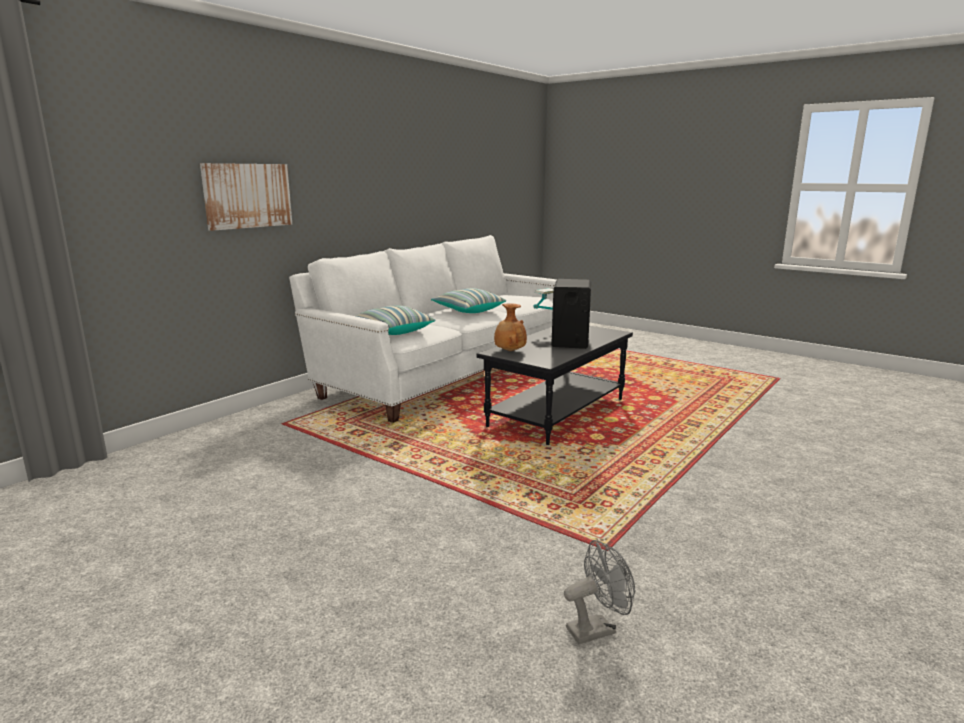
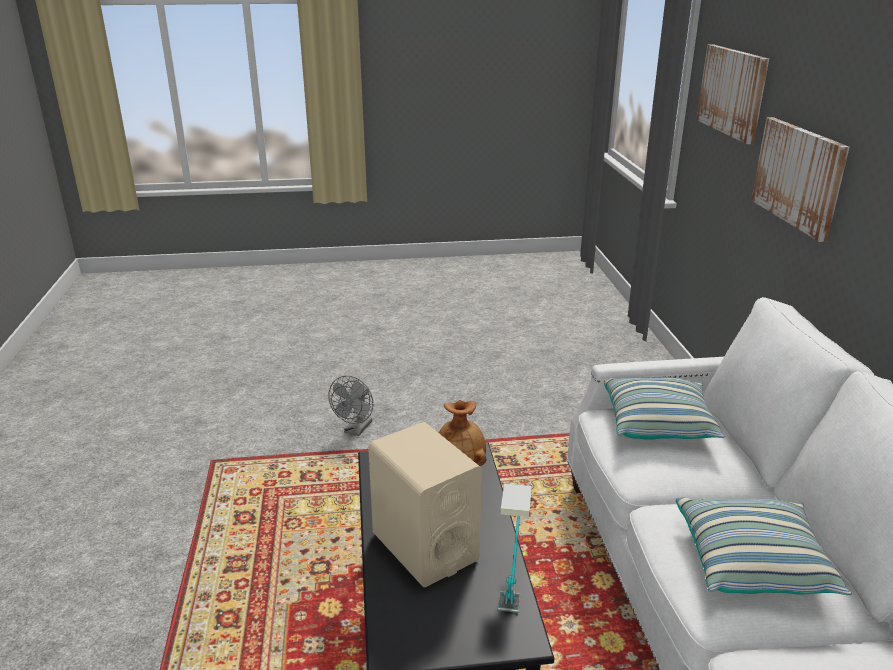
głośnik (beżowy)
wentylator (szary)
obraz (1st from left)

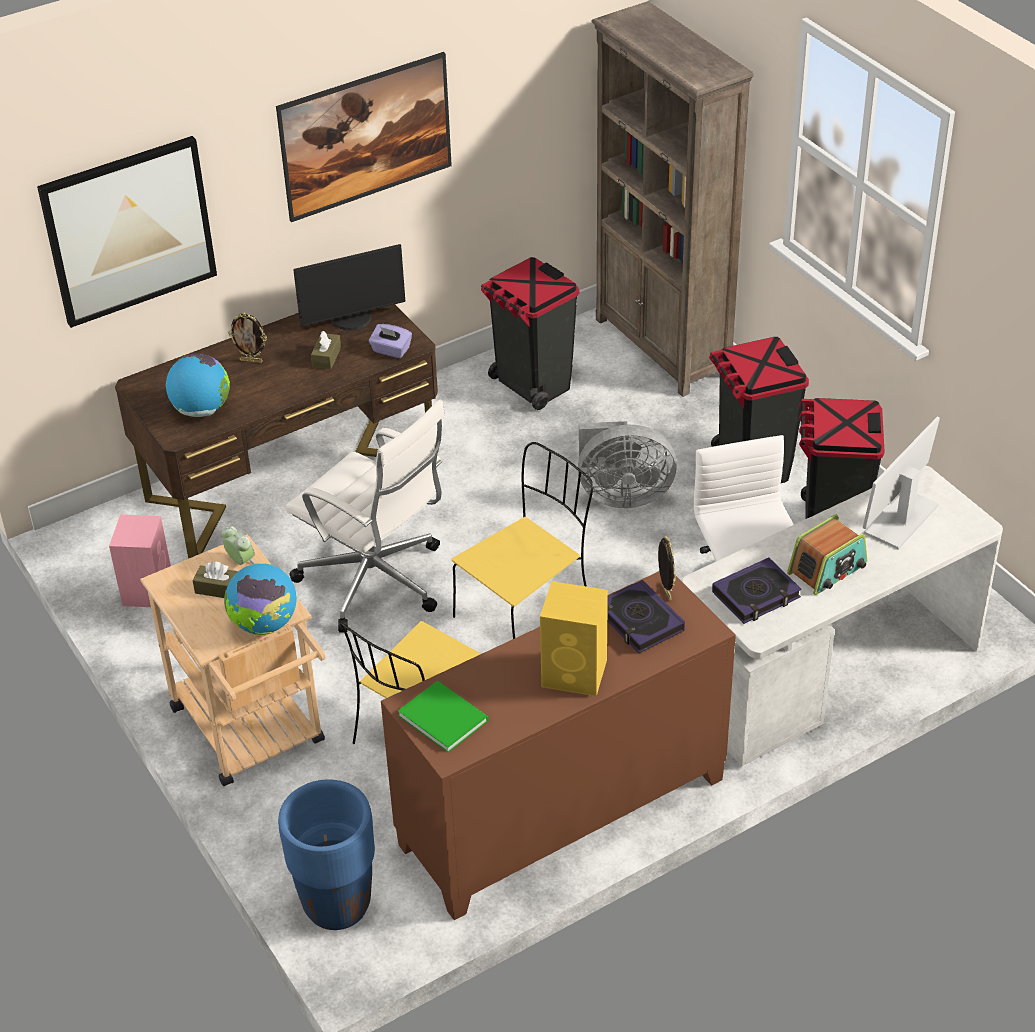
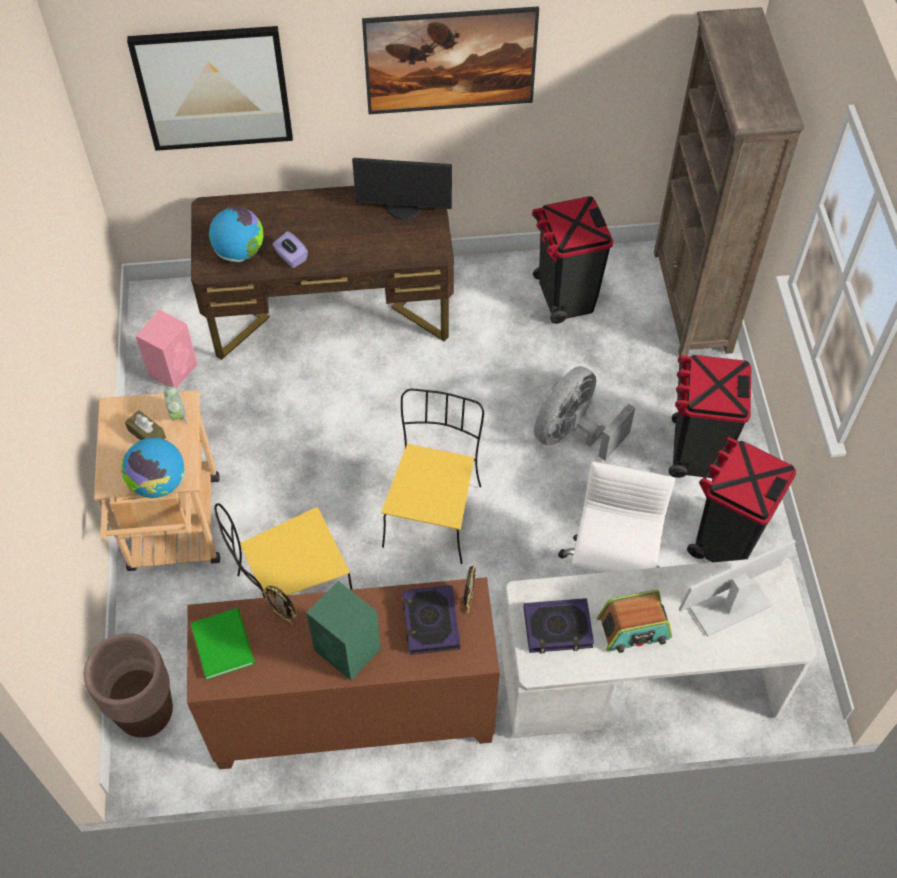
ramka na zdjęcie (1st from left)
pudełko chusteczek (fioletowy)
pudełko chusteczek (brązowy) (2nd from left in the first image)
krzesło biurowe (biały) (1st from left in the first image)
wentylator (szary)
krzesło (żółty) (2nd from left)
głośnik (zielony)
donica (brązowy)

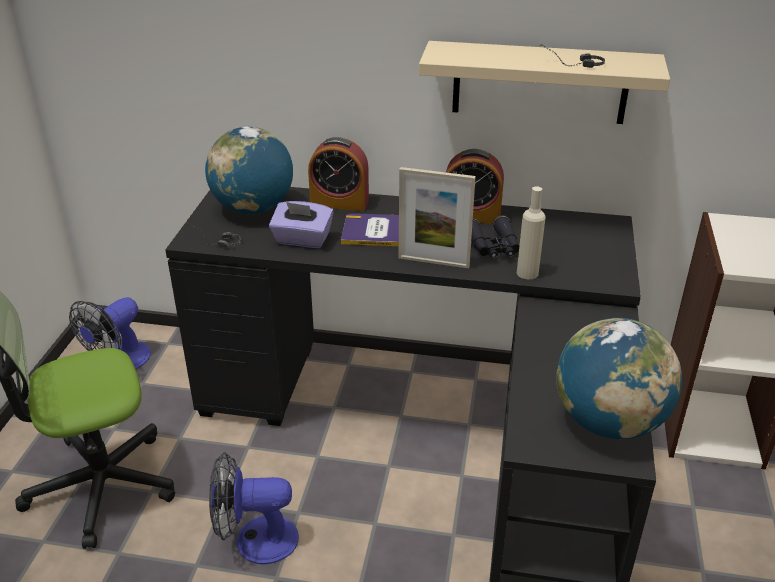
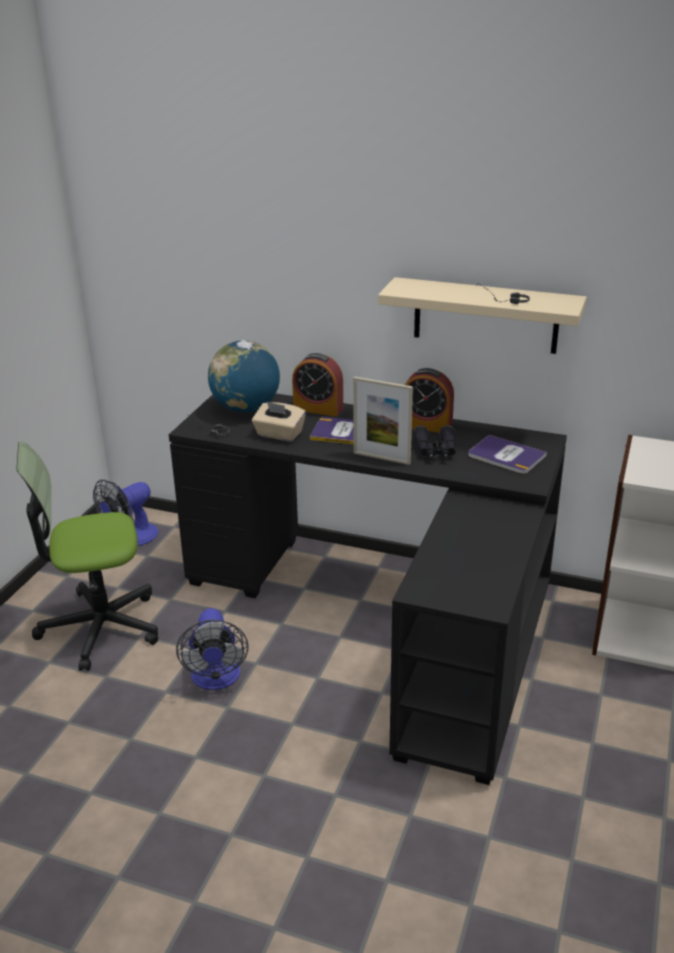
butelka (beżowy)
pudełko chusteczek (beżowy)
globus (2nd from left in the first image)
wentylator (2nd from left)
książka (2nd from left)

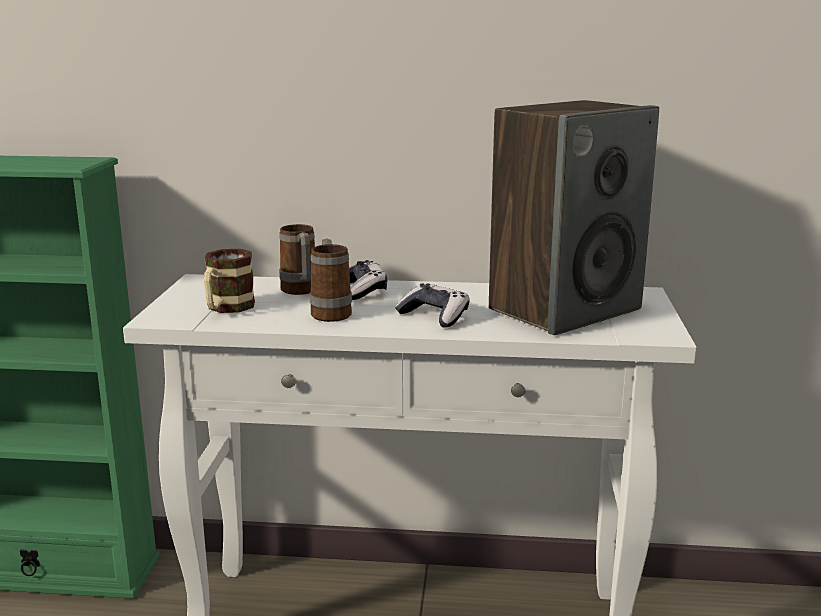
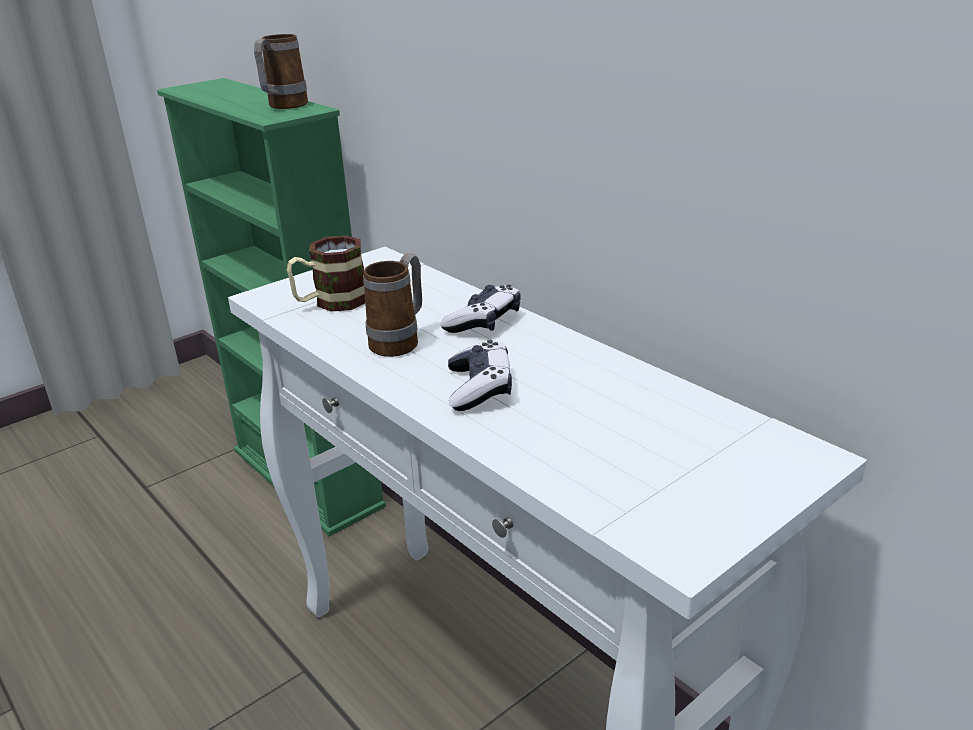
głośnik
kubek (1st from left)

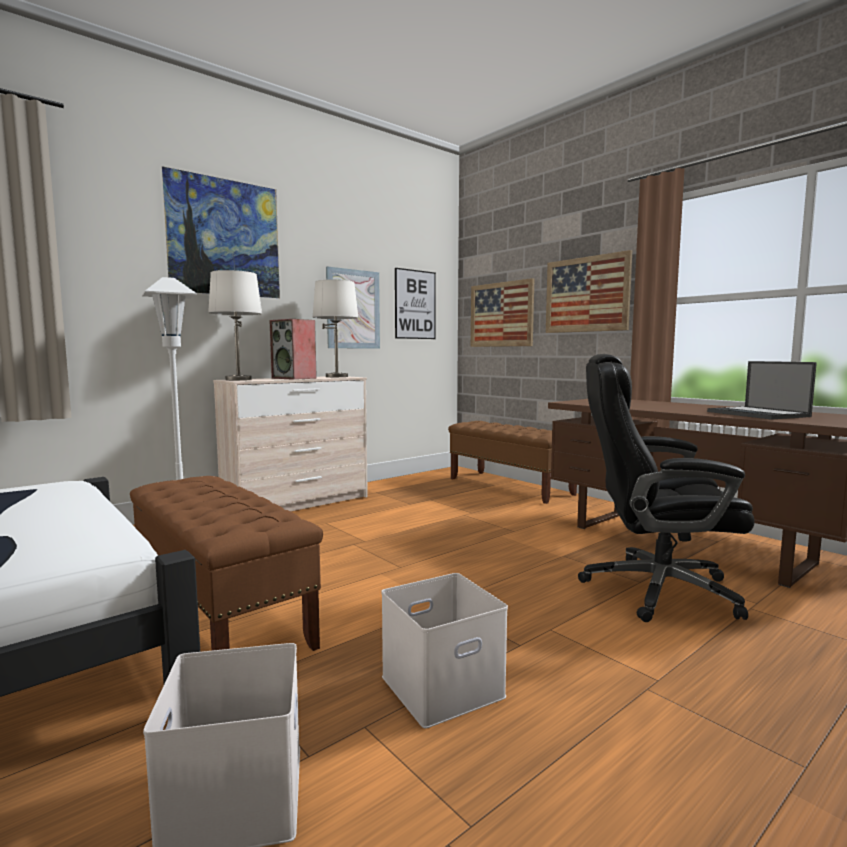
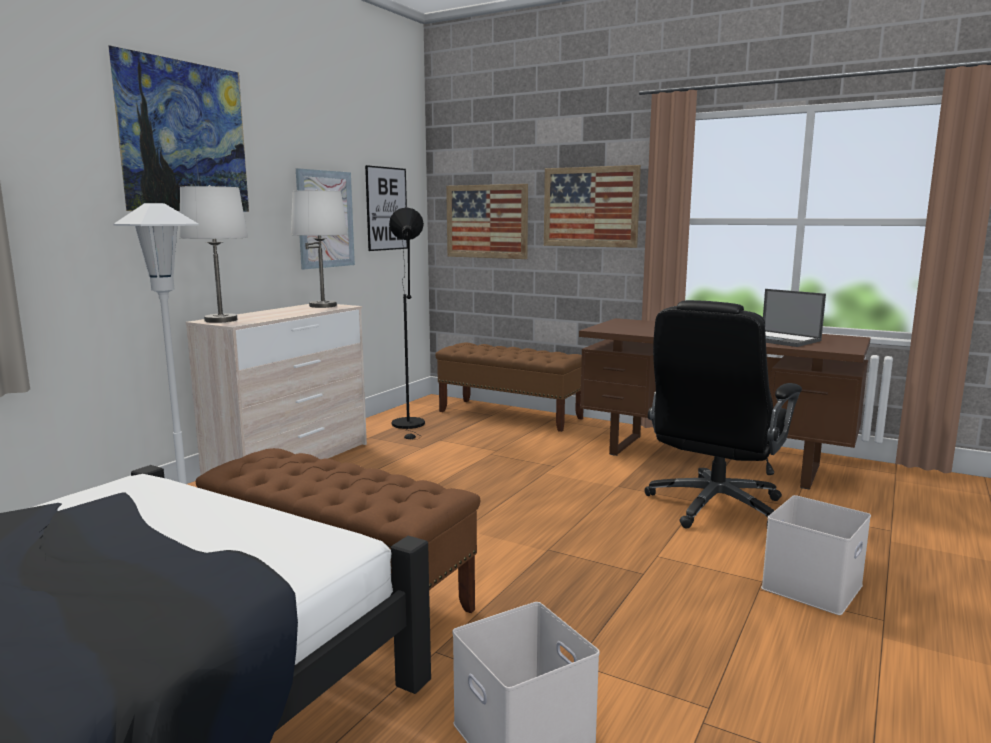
głośnik
krzesło biurowe (czarny)
pojemnik do przechowywania (biały) (2nd from left)
lampa stojąca (czarny)

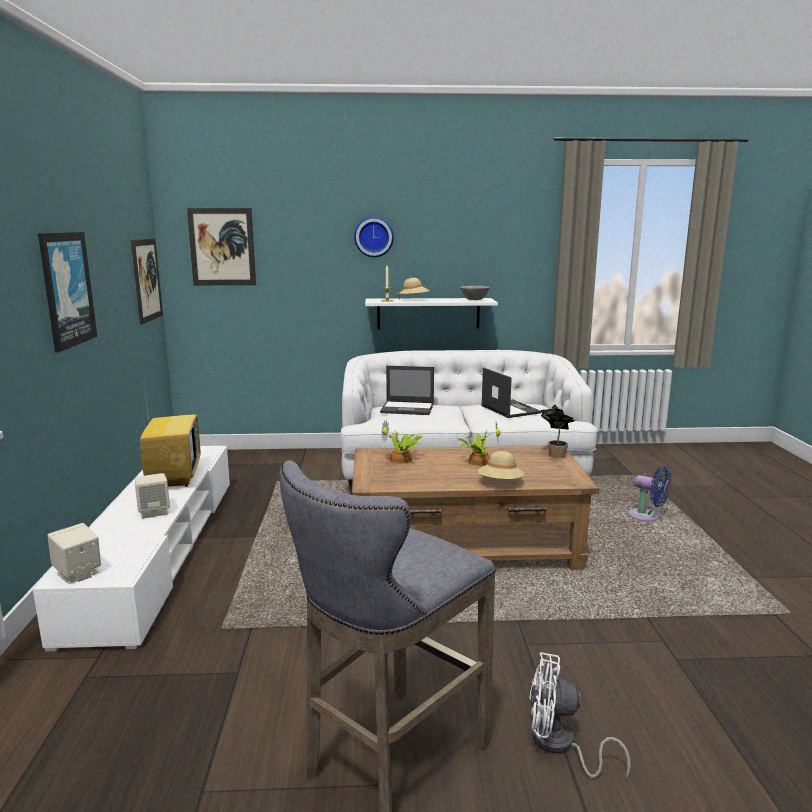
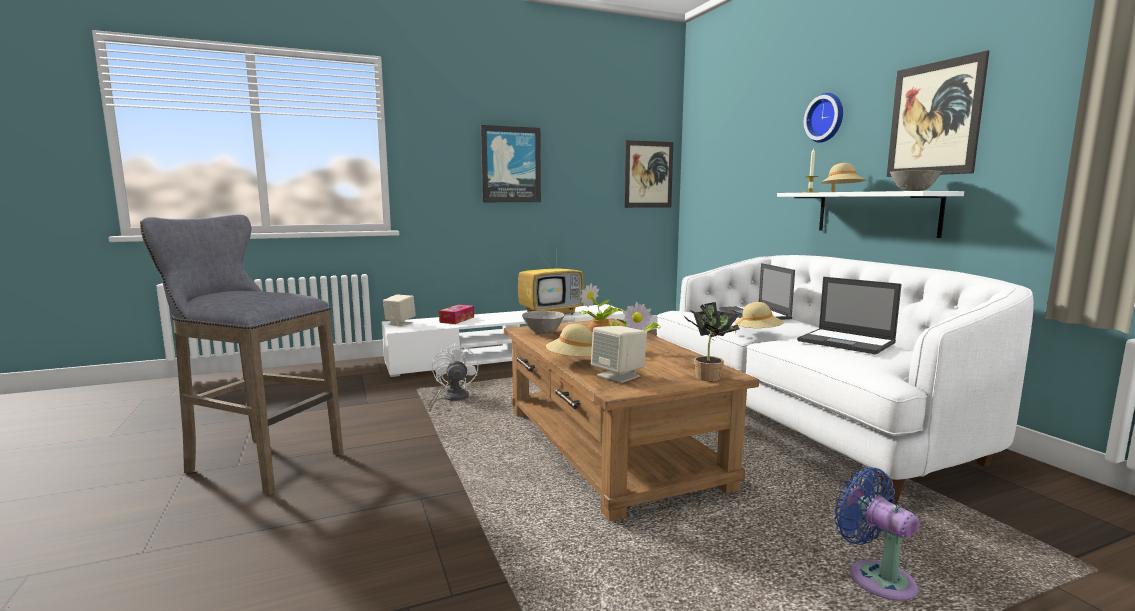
obraz (3rd from left)
laptop (2nd from left)
wentylator (niebieski)
głośnik (beżowy) (2nd from left)
wentylator (biały)
kapelusz (beżowy) (2nd from left)
pudełko chusteczek
miska (szary) (1st from left)

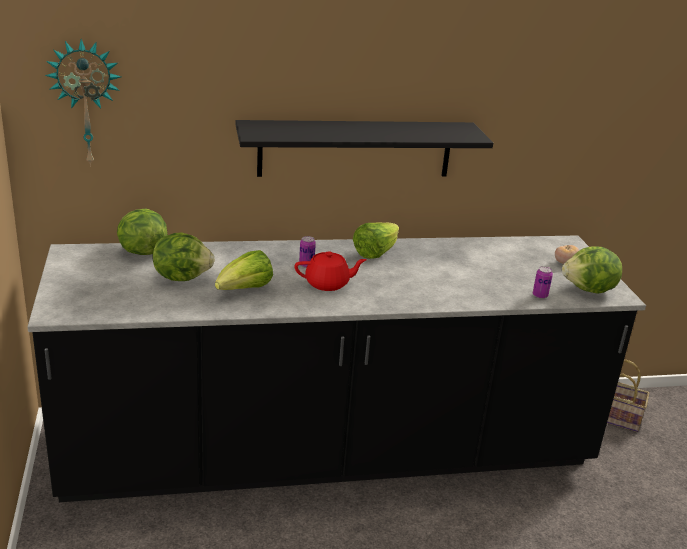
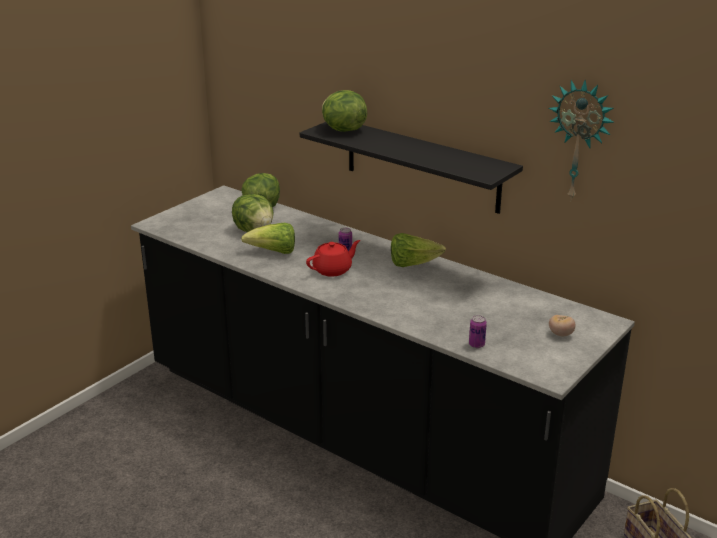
zegar ścienny
sałata (4th from left)
imbryk (czerwony)

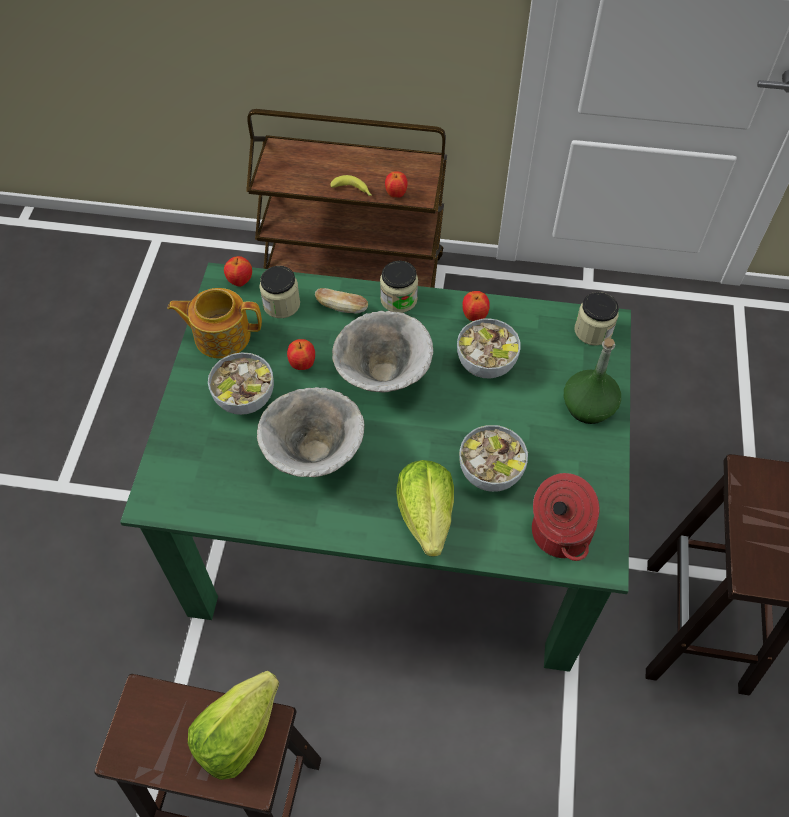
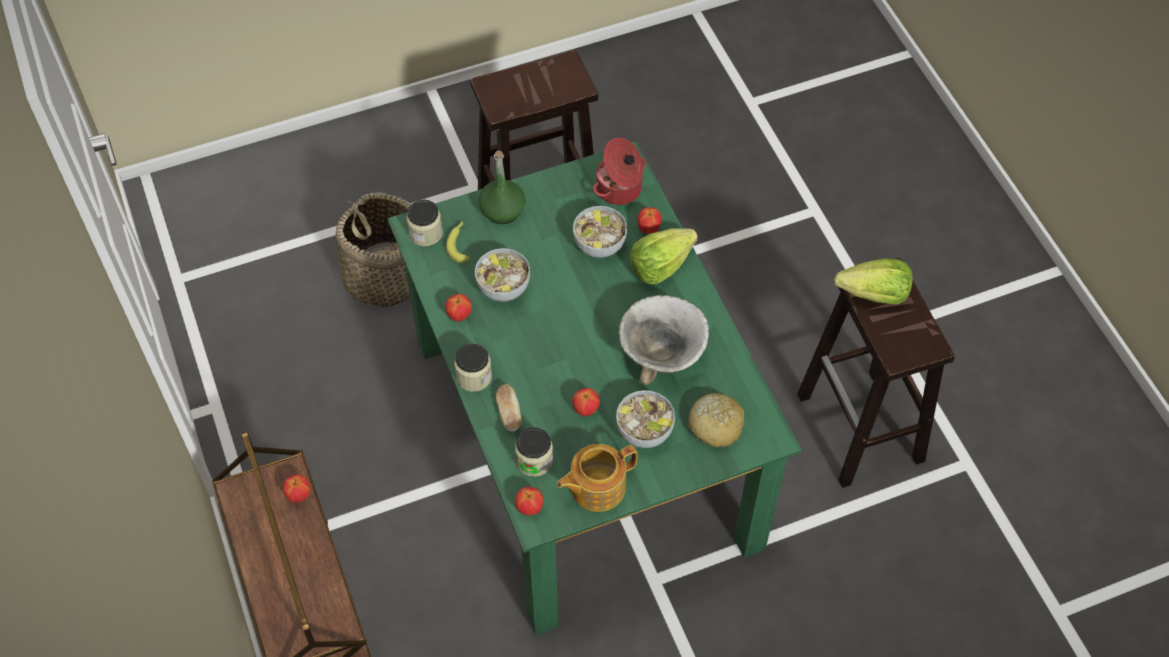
banan
imbryk
miska (3rd from left in the first image)
koszyk
jabłko (5th from left)
chleb (2nd from left)

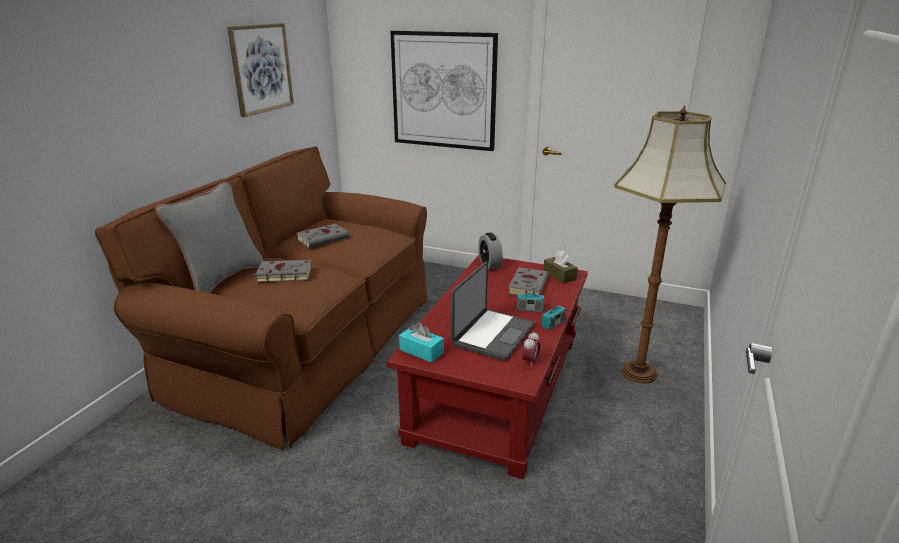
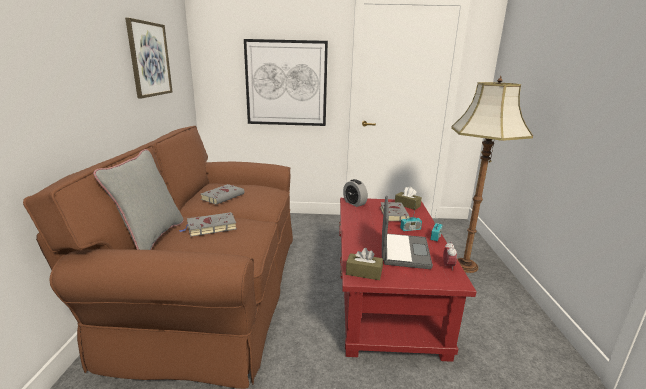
pudełko chusteczek (brązowy) (1st from left)

